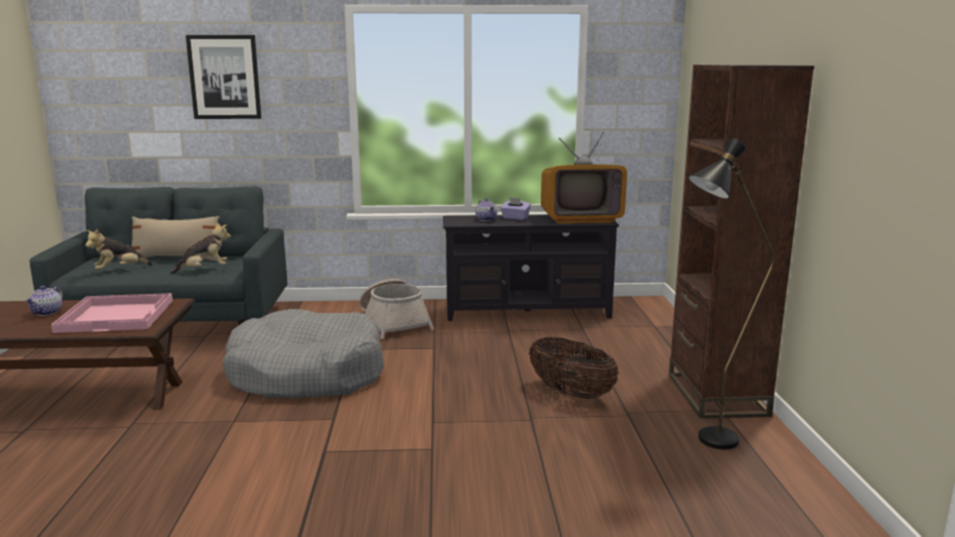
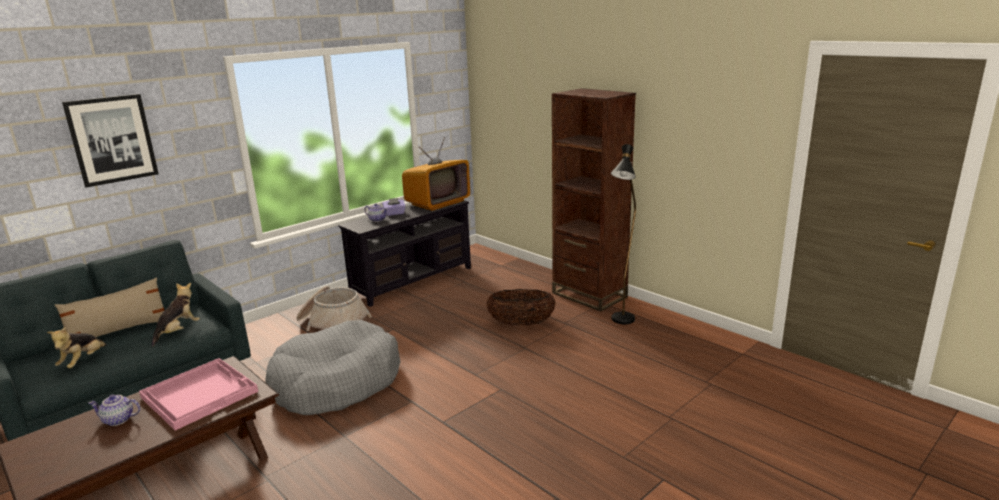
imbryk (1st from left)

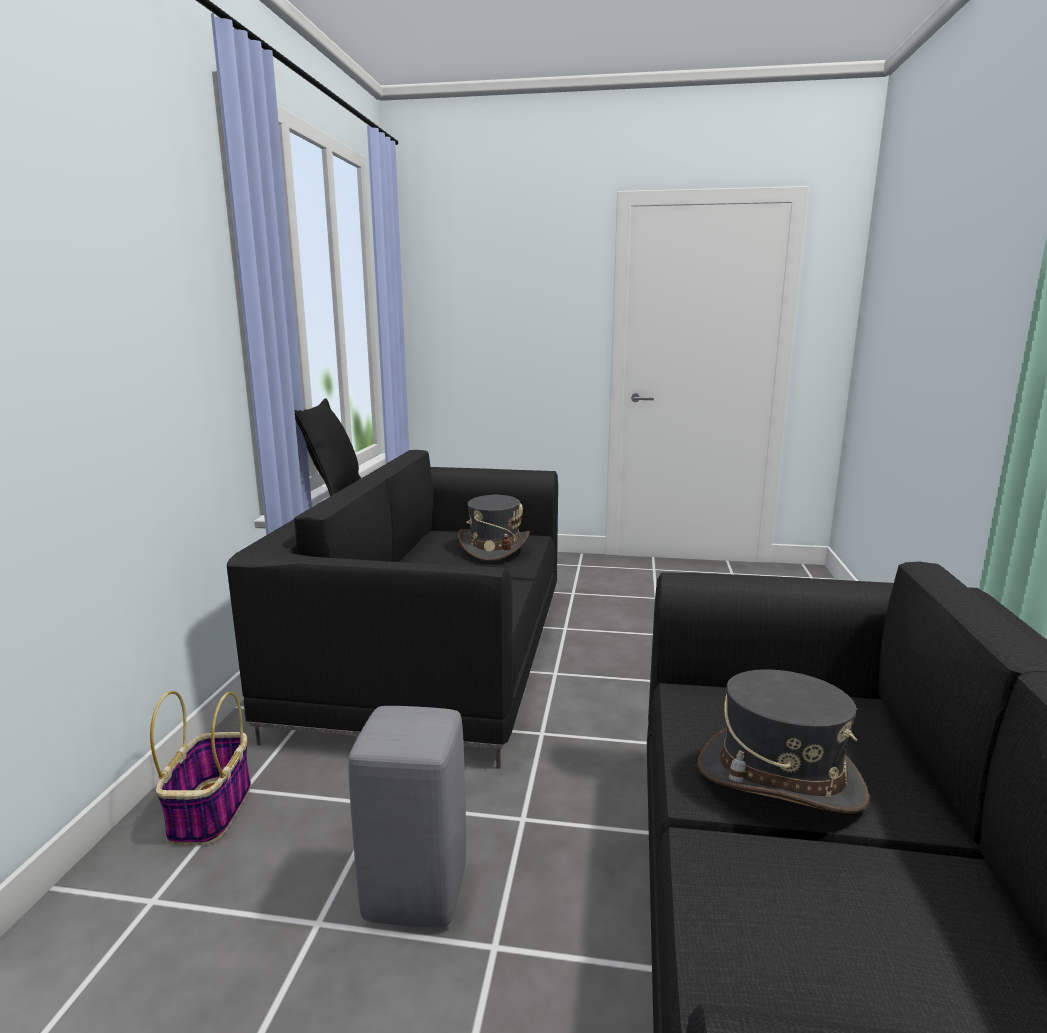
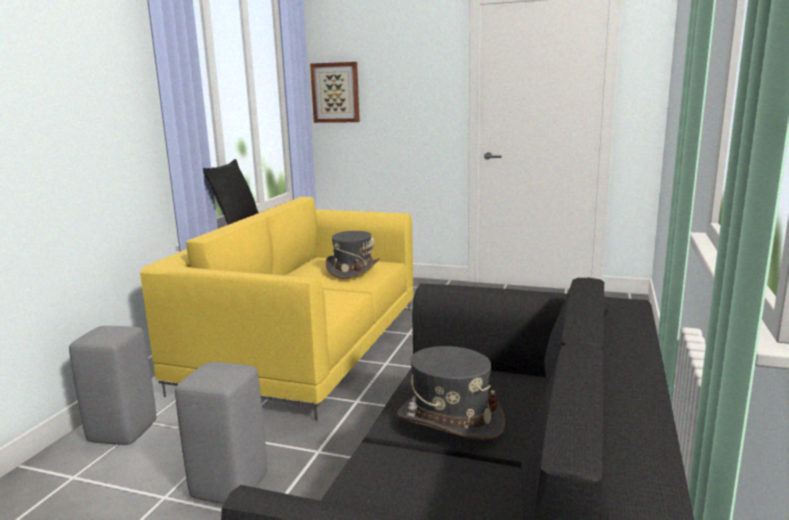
kanapa (żółty)
stołek (szary) (1st from left)
obraz

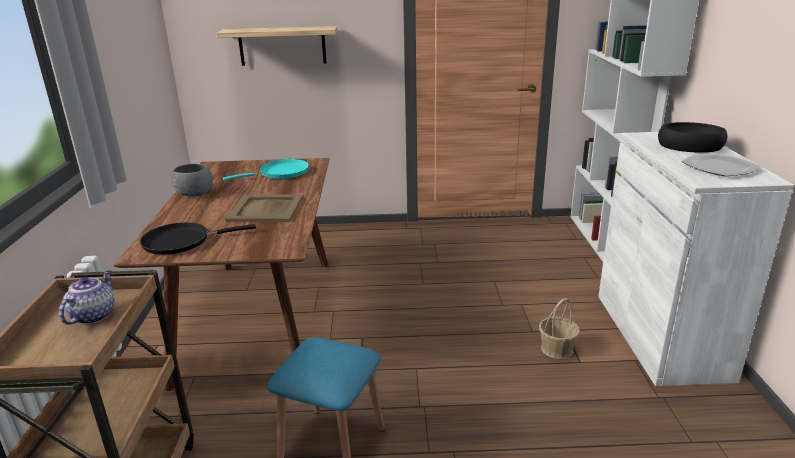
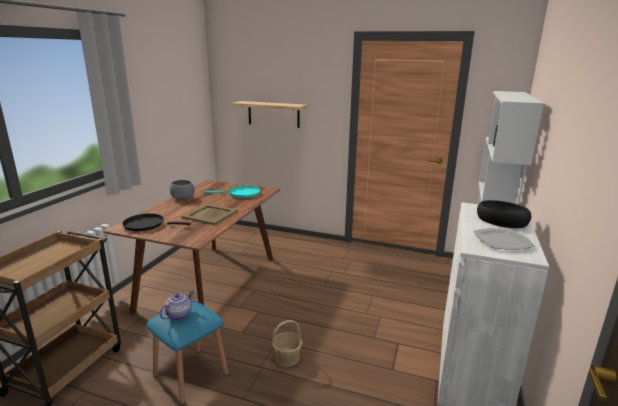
imbryk
koszyk

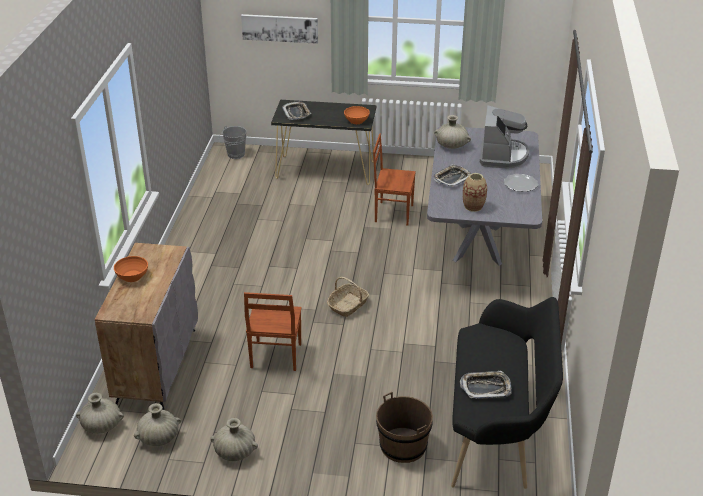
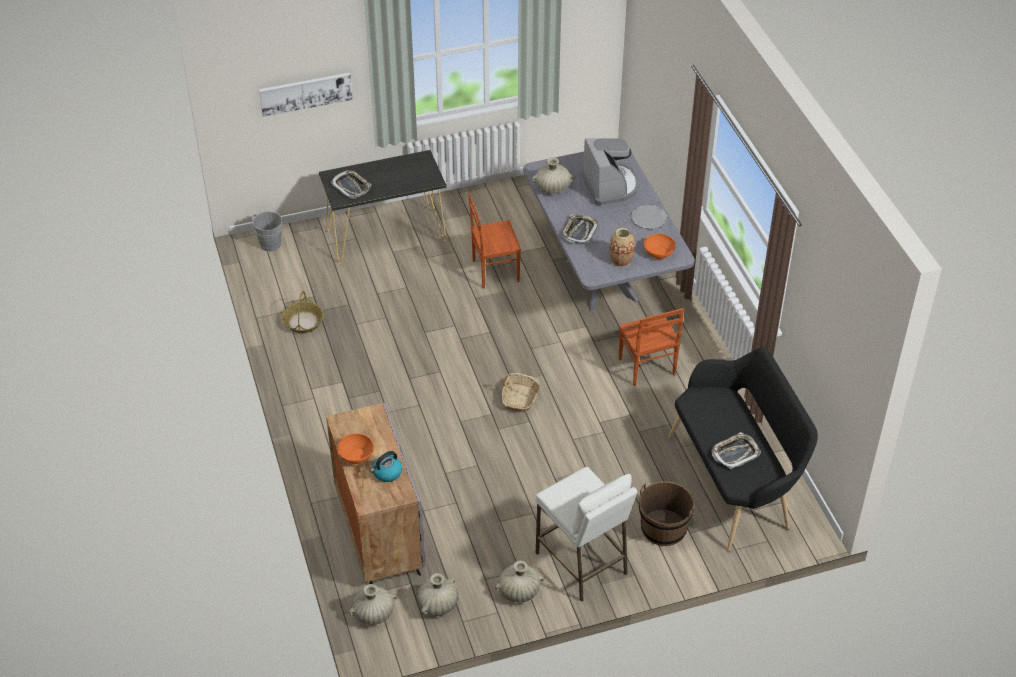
miska (pomarańczowy) (2nd from left)
krzesło (brązowy) (2nd from left)
koszyk (1st from left)
czajnik
stołek (biały)

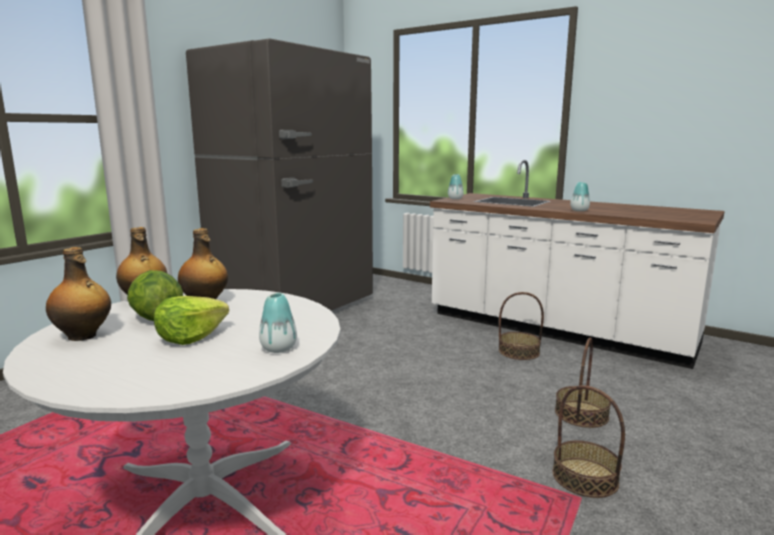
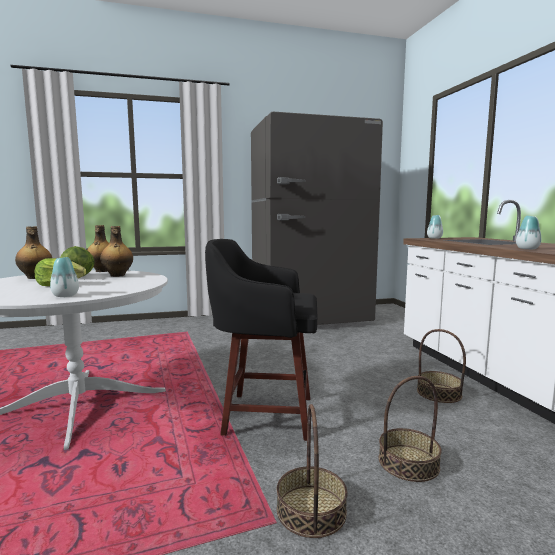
stołek (czarny)

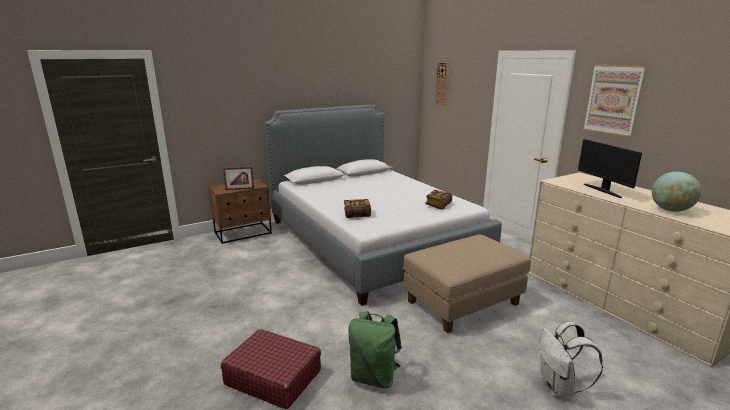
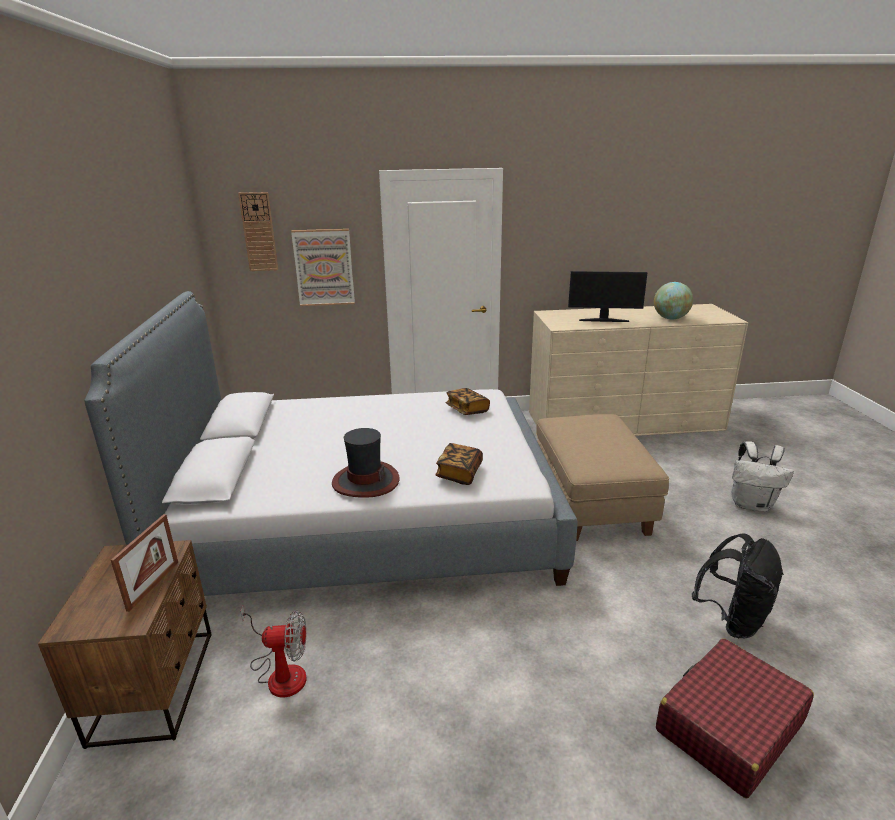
obraz
plecak (czarny)
kapelusz
wentylator

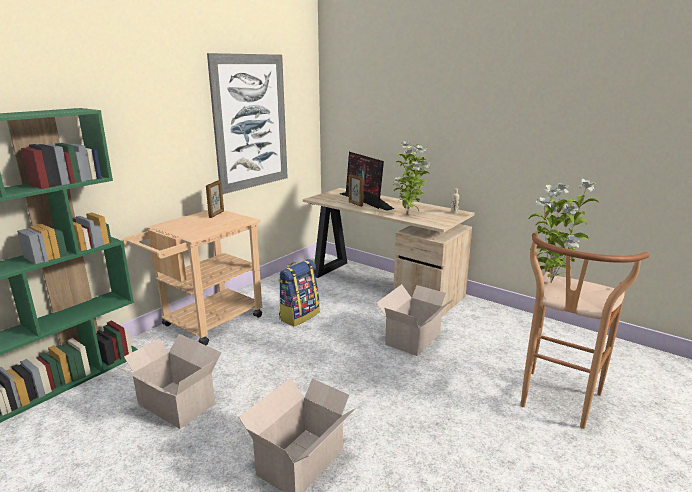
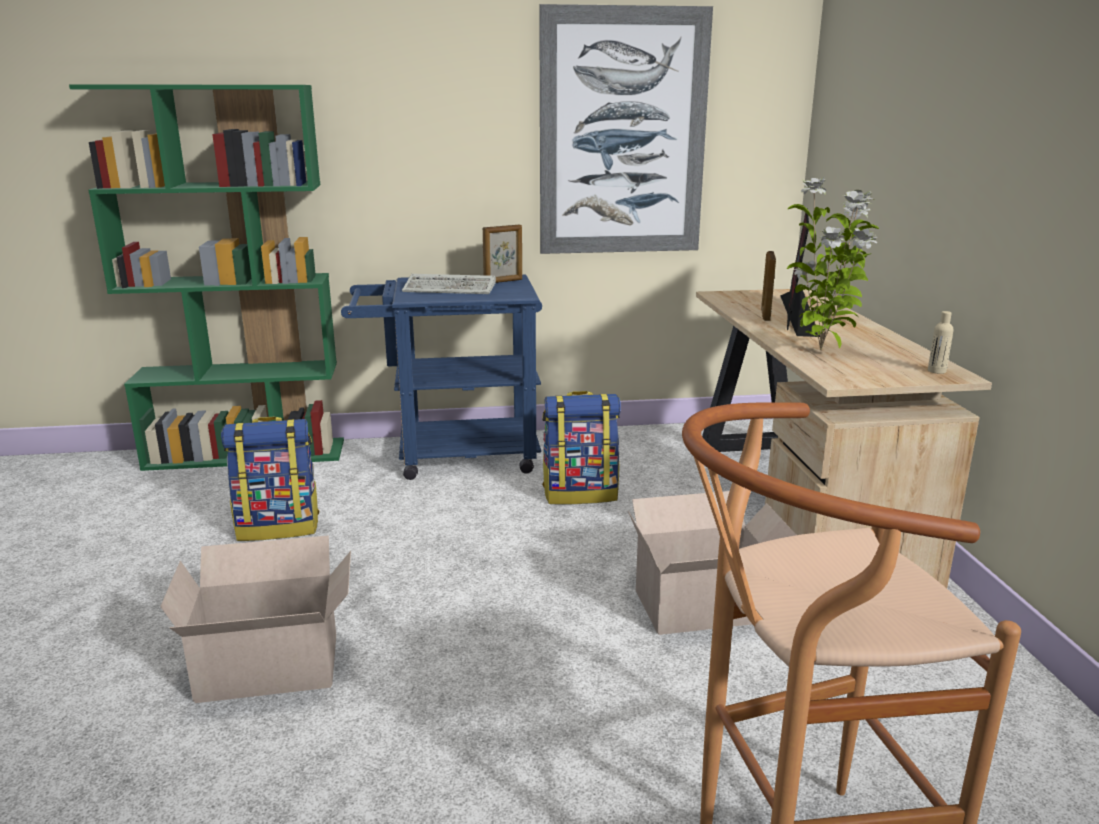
roślina doniczkowa (2nd from left in the first image)
wózek (niebieski)
plecak (1st from left)
klawiatura

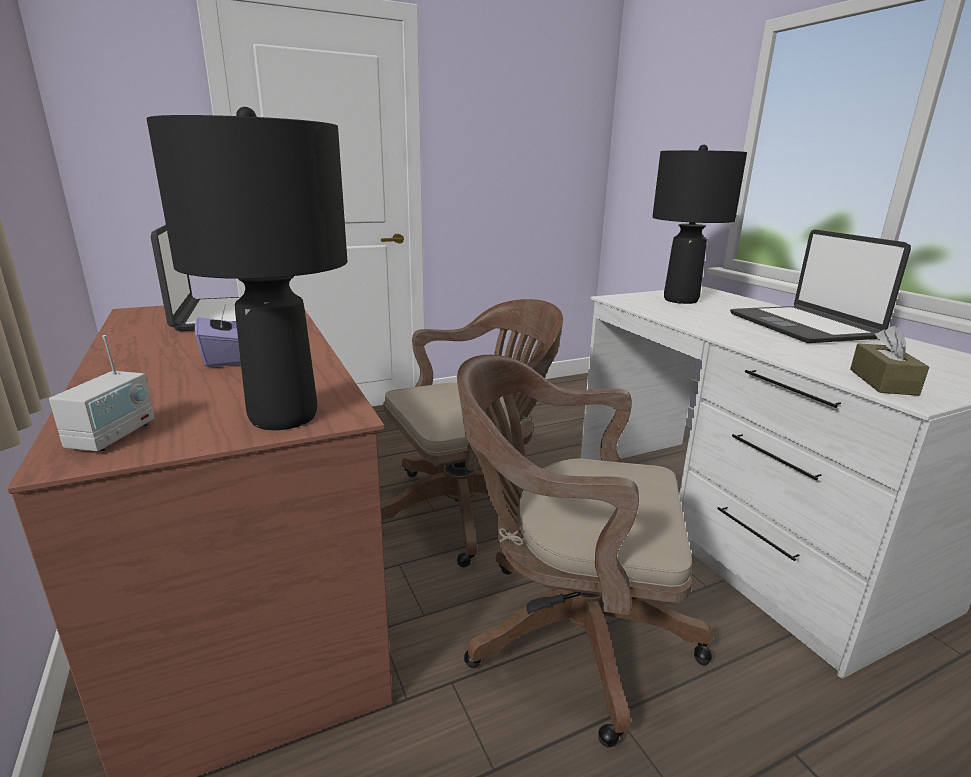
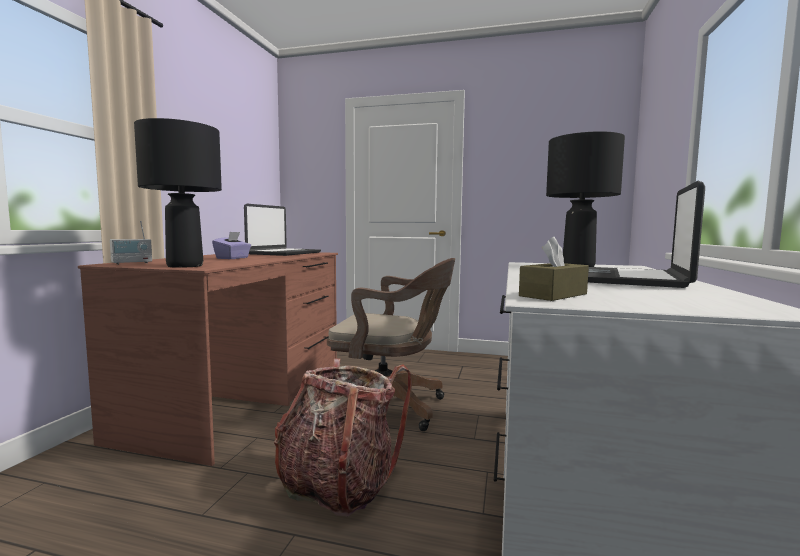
plecak

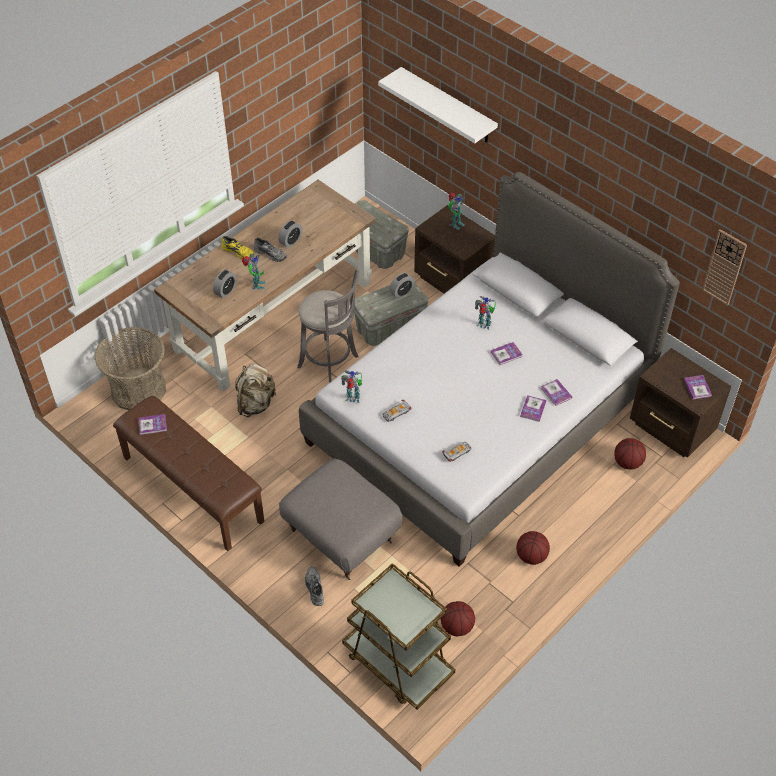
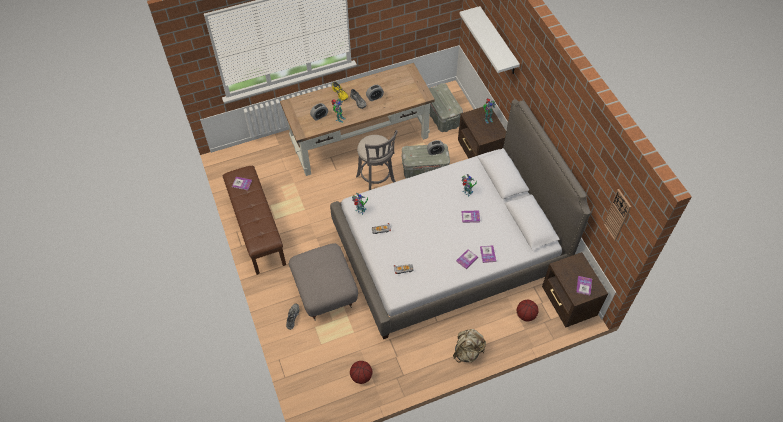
koszyk
plecak (beżowy)
piłka do koszykówki (2nd from left in the first image)
wózek (brązowy)

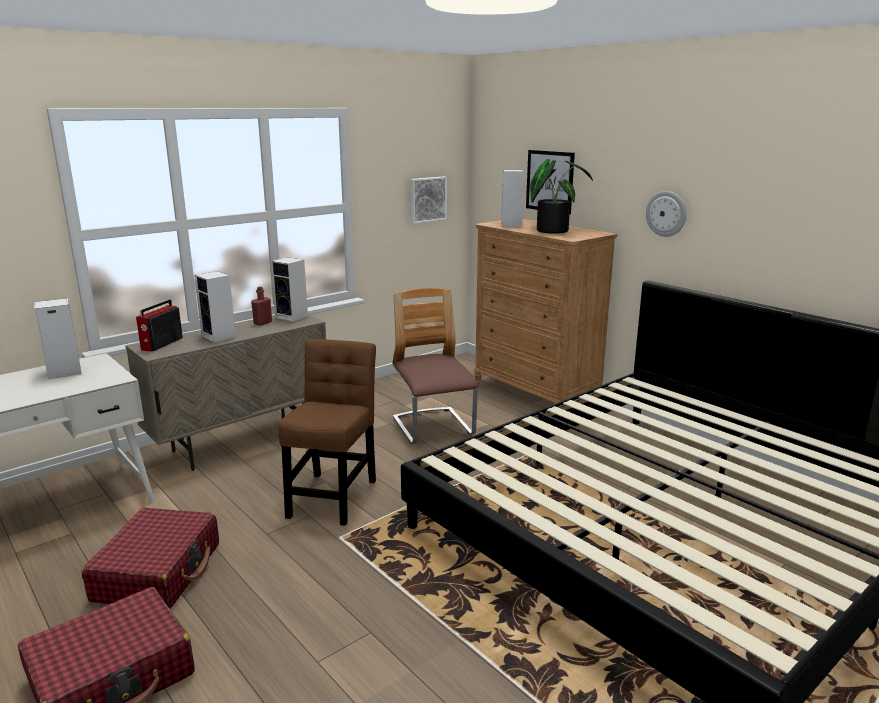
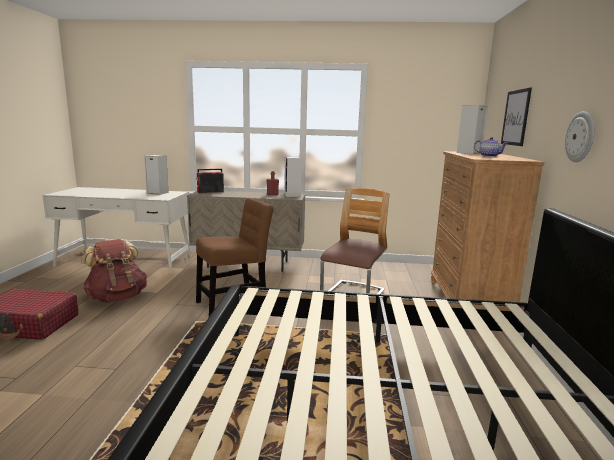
imbryk
obraz (1st from left in the first image)
głośnik (2nd from left in the first image)
plecak (brązowy)

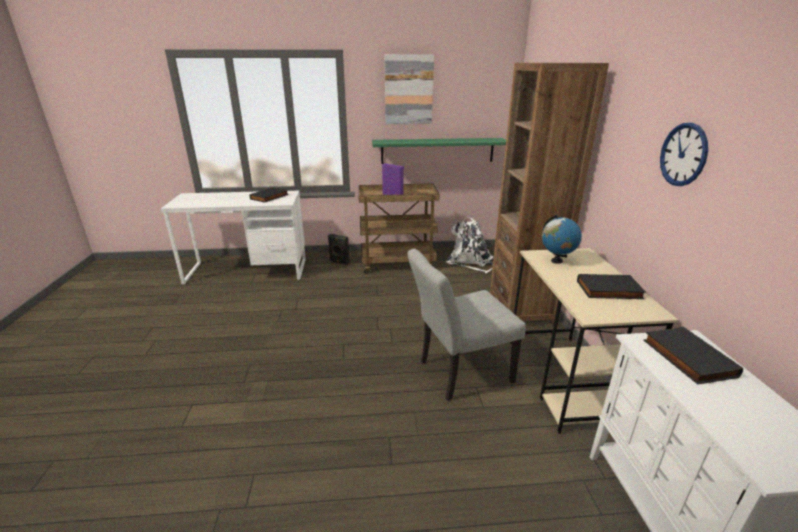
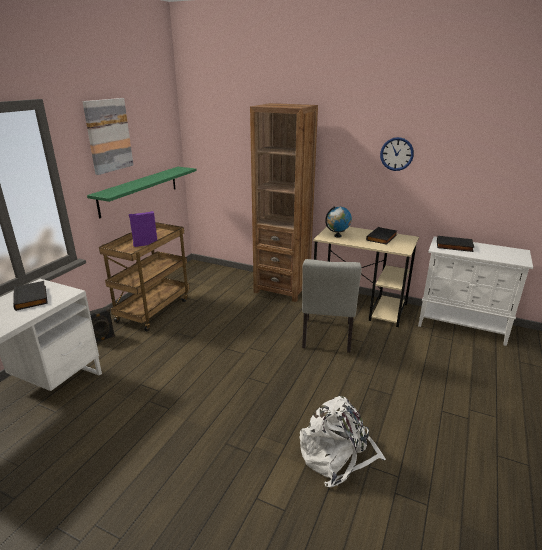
plecak (biały)

